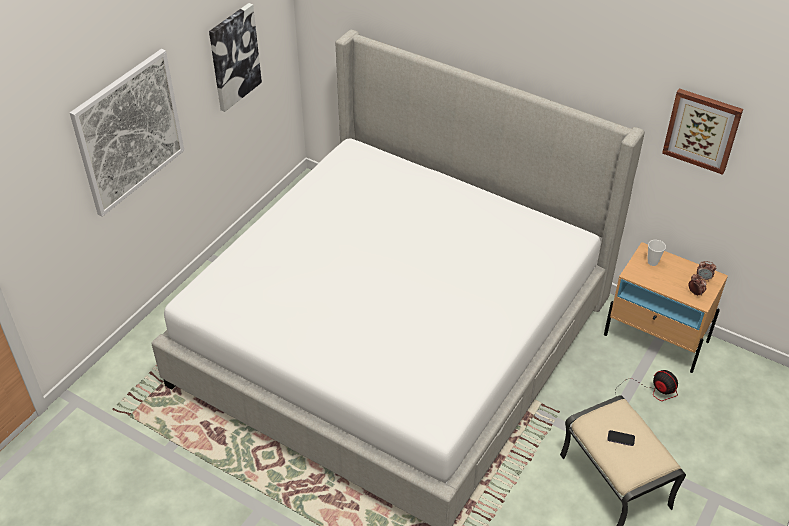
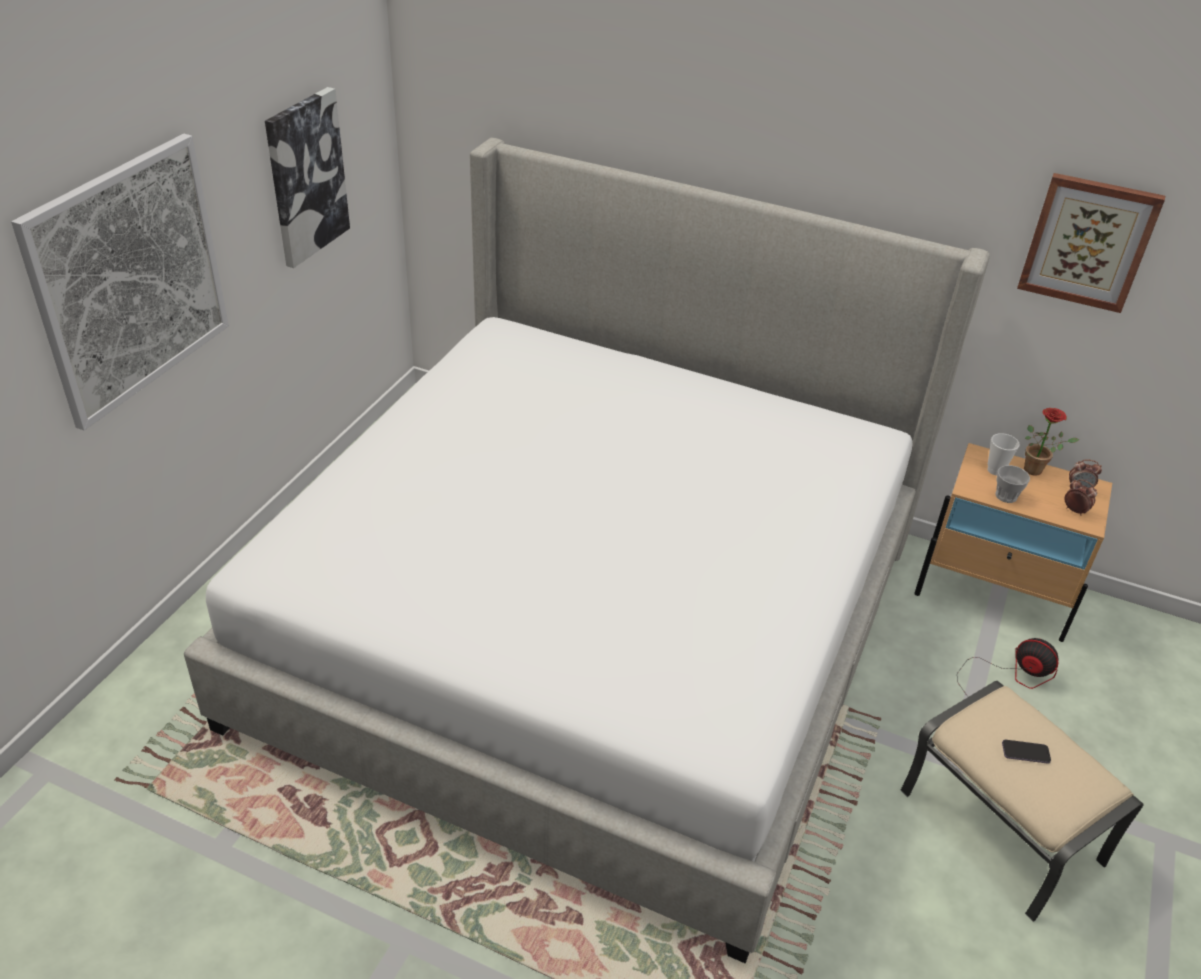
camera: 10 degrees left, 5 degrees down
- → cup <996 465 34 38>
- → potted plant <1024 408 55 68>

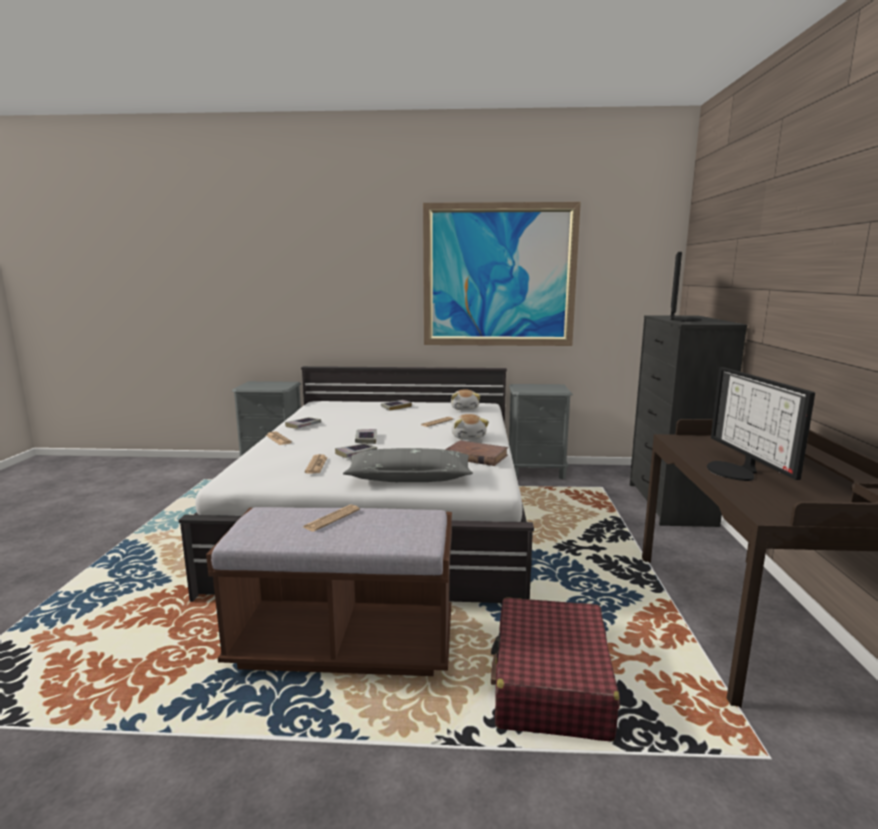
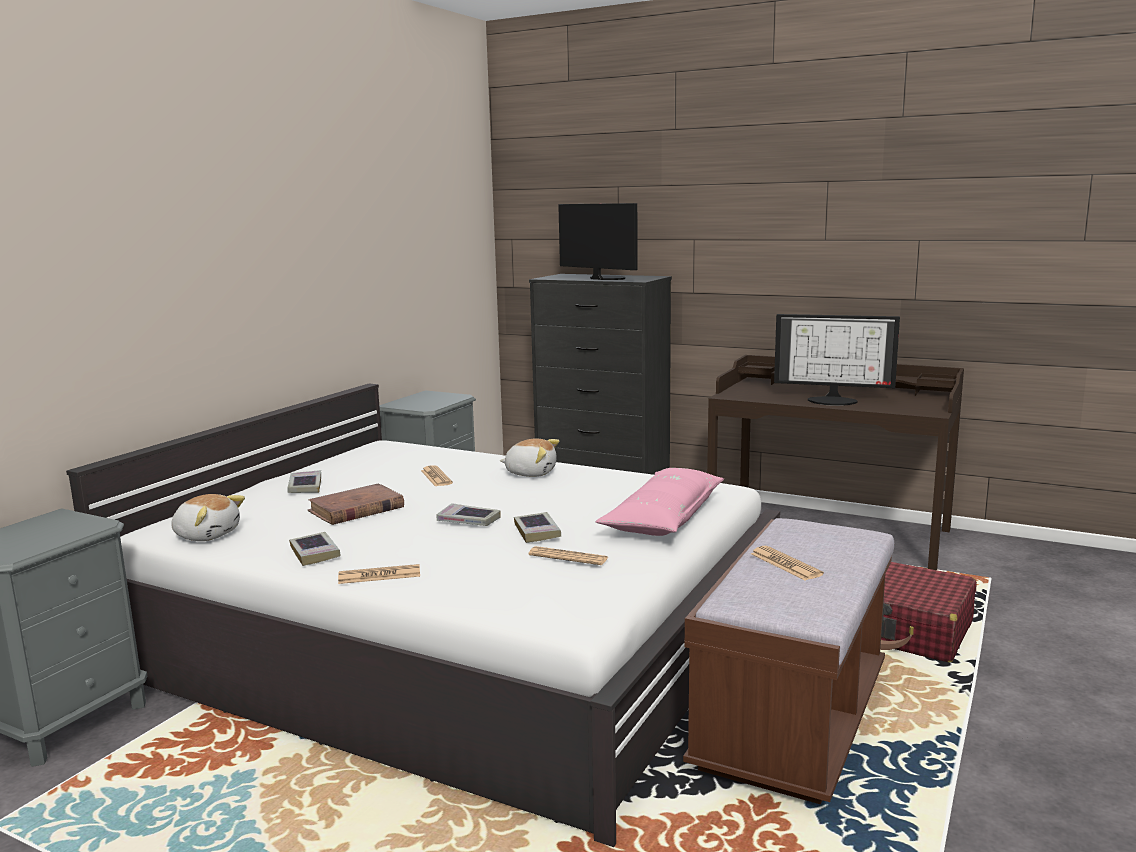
camera: 65 degrees left, 0 degrees up
plush toy <451 389 29 21> → plush toy <171 494 74 47>, shifted
brown book <445 440 63 26> → brown book <308 483 96 42>, shifted
grey pillow <343 448 130 34> → pink pillow <595 468 129 68>
picture <423 202 158 144> → -

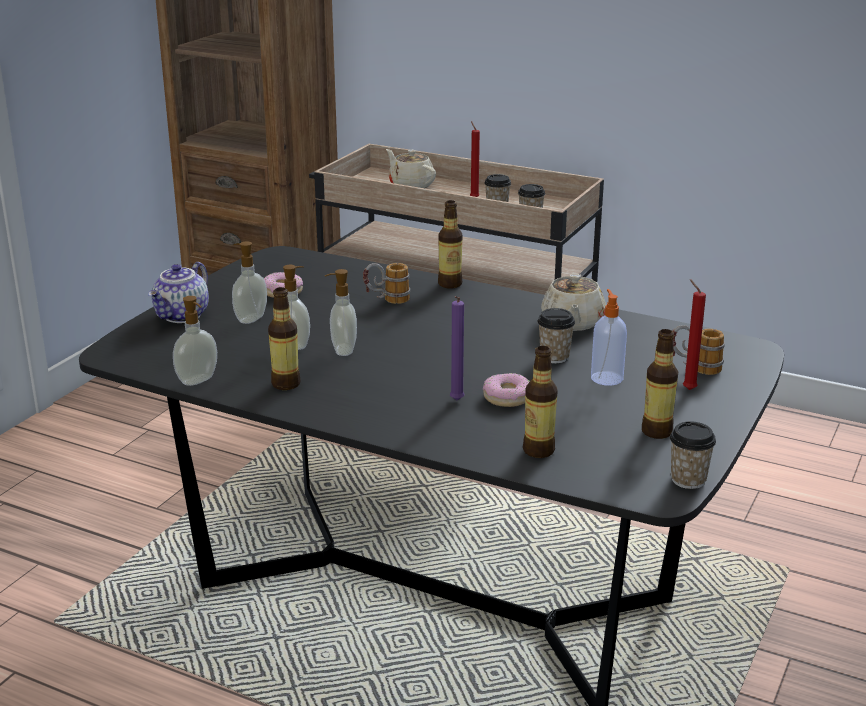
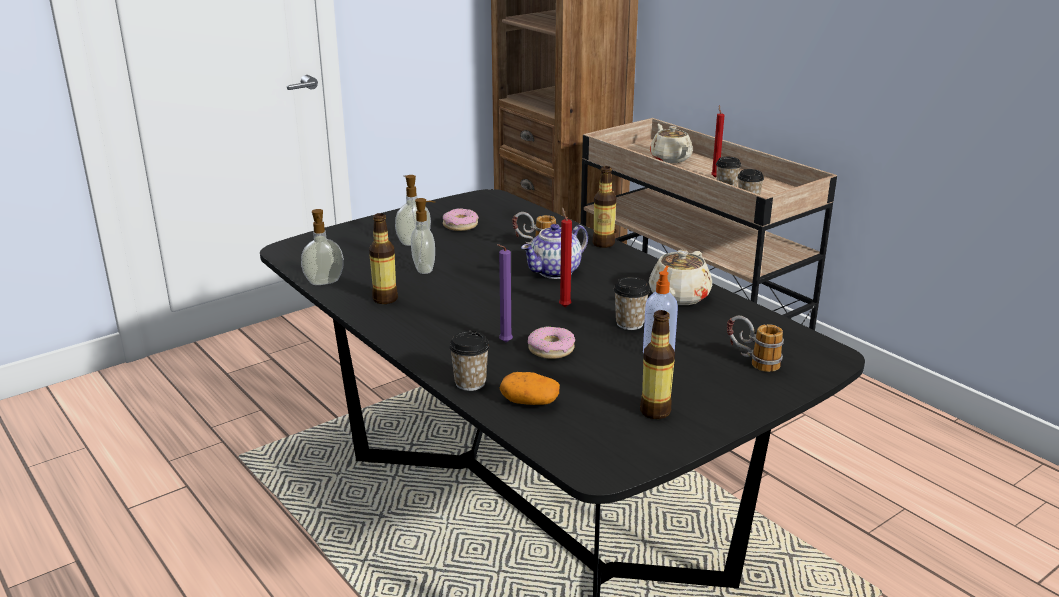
camera: 25 degrees right, 0 degrees up
cup <670 421 46 68> → cup <449 331 41 60>, shifted
bottle <523 346 35 112> → potato <499 372 61 33>
teapot <148 262 61 61> → teapot <521 224 67 55>, shifted
red candle <683 279 23 111> → red candle <559 207 13 100>, shifted
soap dispenser <325 269 32 87> → -

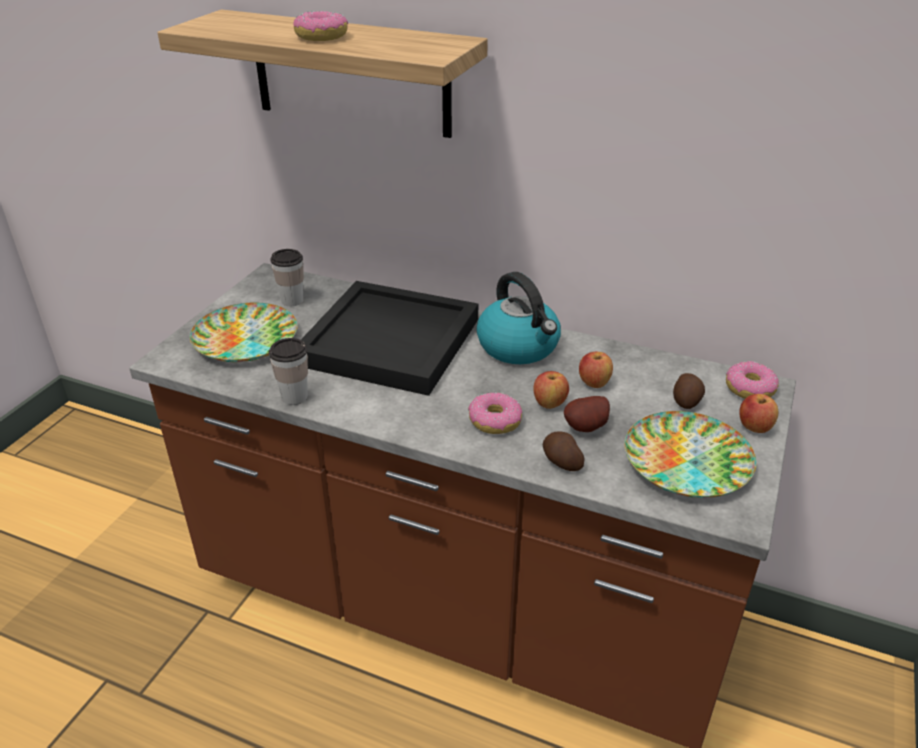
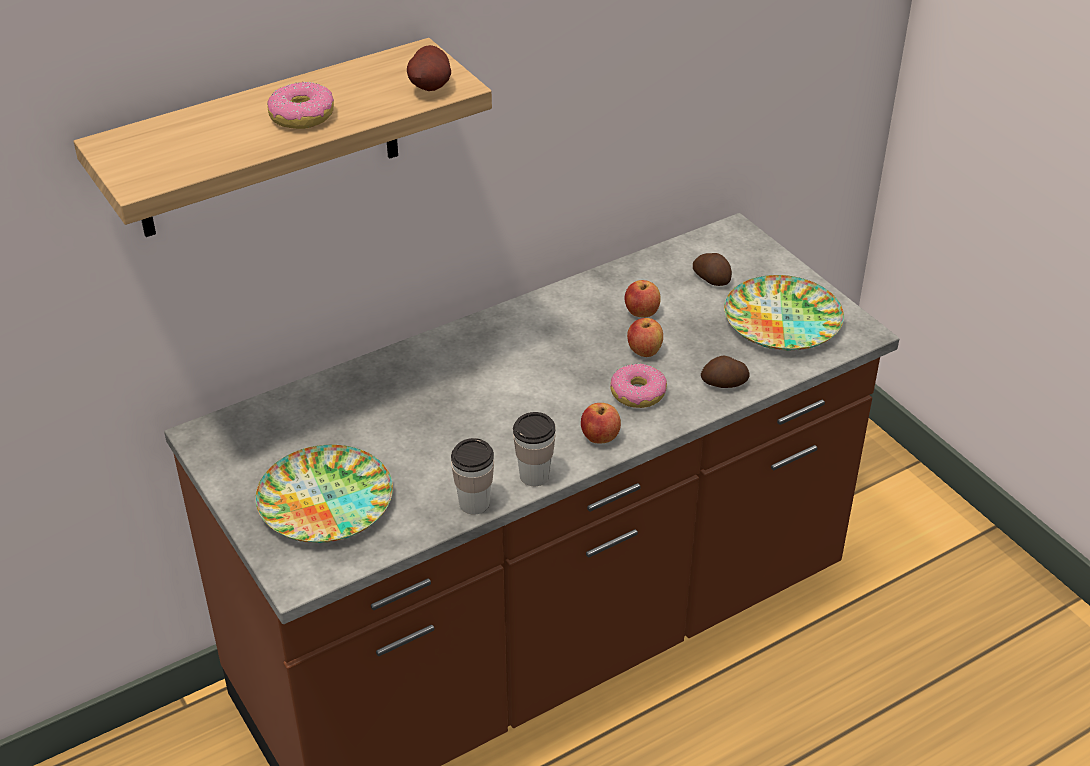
camera: 55 degrees left, 5 degrees up
potato <564 396 46 36> → potato <407 45 44 46>, shifted
cup <270 249 34 57> → cup <513 412 43 74>, shifted
apple <739 394 39 39> → apple <581 403 40 41>, shifted
black tray <301 281 177 115> → -
kettle <477 272 84 92> → -
donut <726 361 53 38> → -

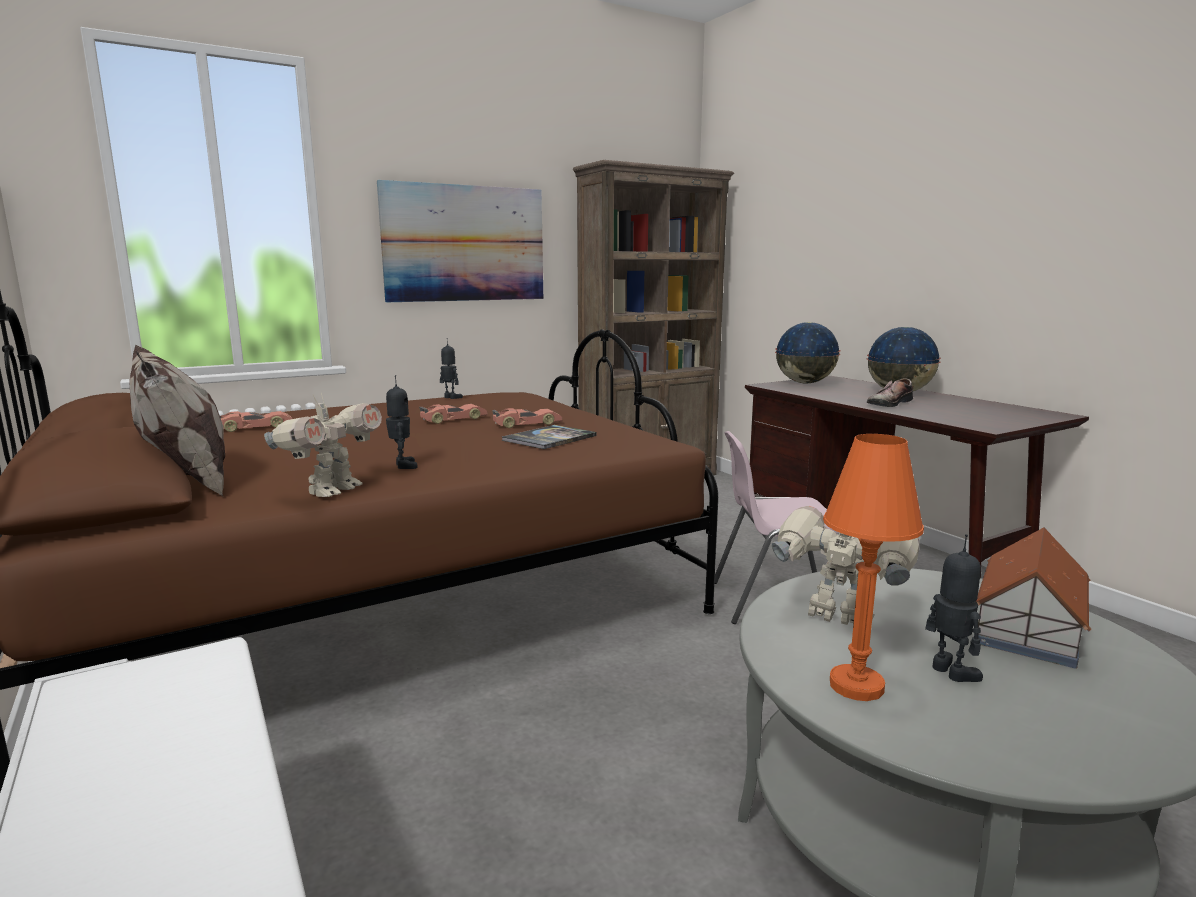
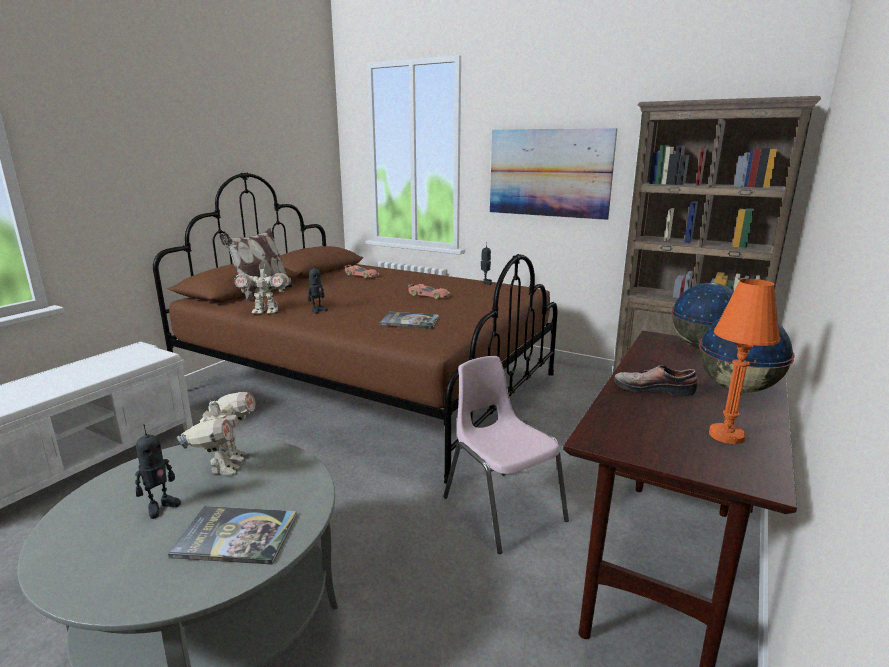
camera: 60 degrees right, 5 degrees up
toy house <976 527 116 142> → book <168 506 129 59>
orange table lamp <823 434 101 267> → orange table lamp <709 279 71 165>, shifted
toy car <492 408 70 20> → -

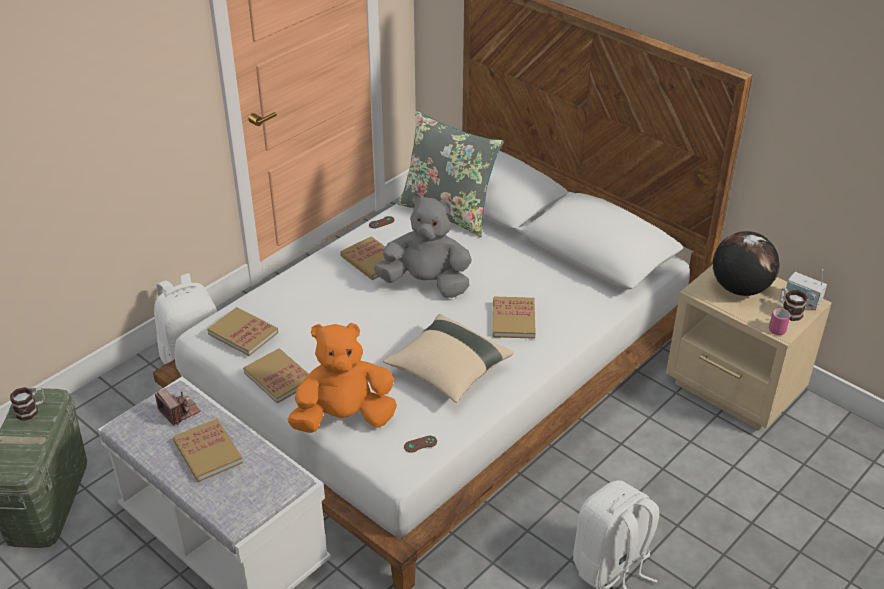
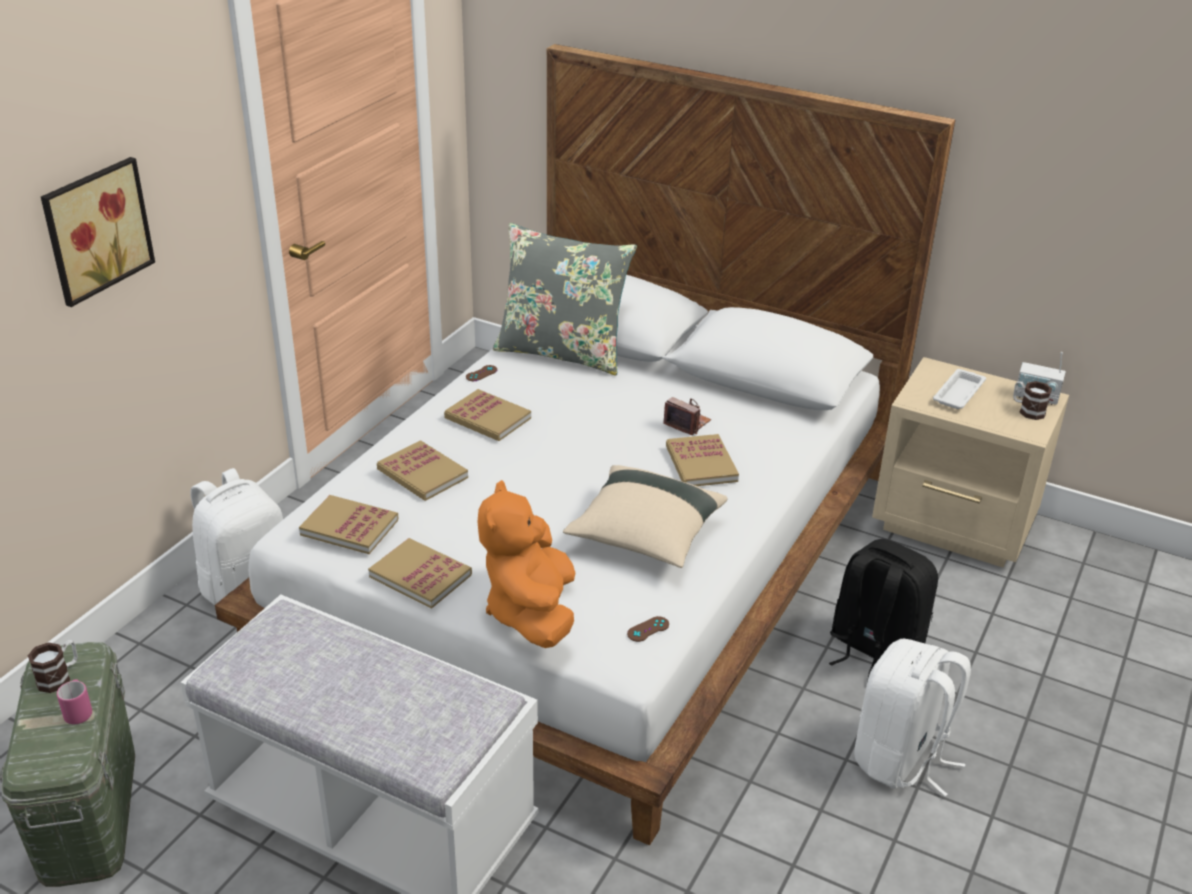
camera: 15 degrees left, 5 degrees down
- → picture <41 157 114 150>
pink mug <769 308 21 27> → pink mug <57 679 35 45>, shifted
book <173 419 70 63> → book <377 440 91 61>, shifted
orange plush toy <288 323 109 110> → orange plush toy <478 480 97 168>, 60 degrees counterclockwise
photo camera <155 388 46 37> → photo camera <663 397 48 38>, shifted
- → black backpack <829 539 109 142>
globe <713 231 67 65> → white tray <933 369 53 40>
grey plush toy <374 193 98 105> → -

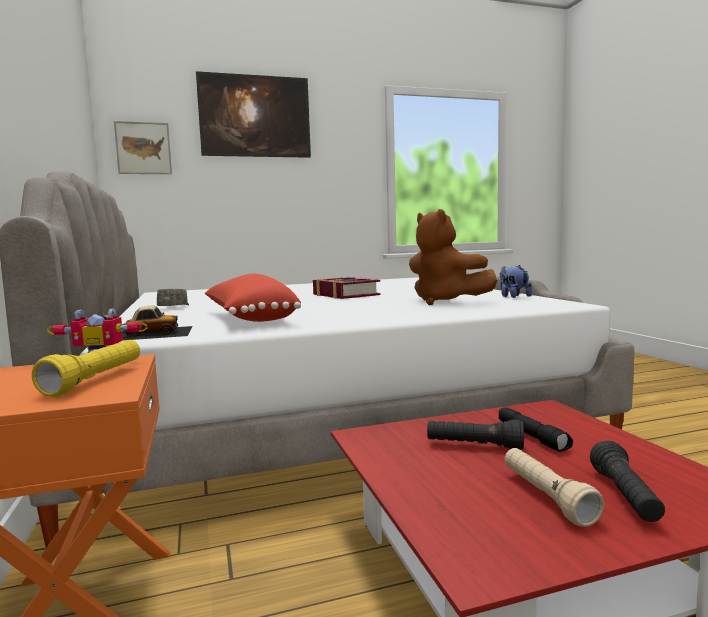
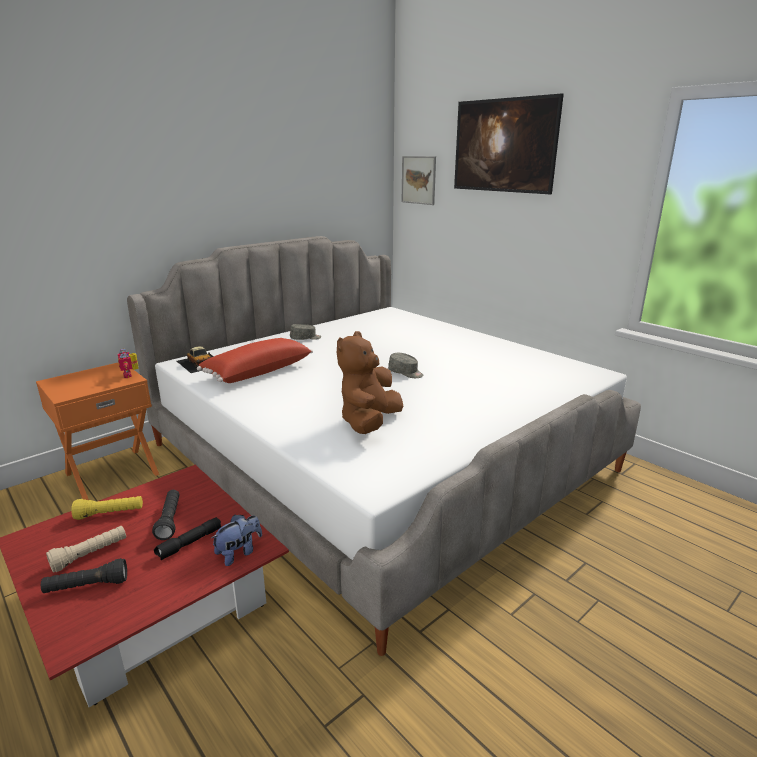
camera: 65 degrees right, 15 degrees up
yellow flashlight <32 340 108 57> → yellow flashlight <71 496 72 24>, shifted
plush toy <500 265 32 33> → plush toy <210 515 52 51>, shifted
book <313 277 68 22> → grey cap <388 353 35 25>

